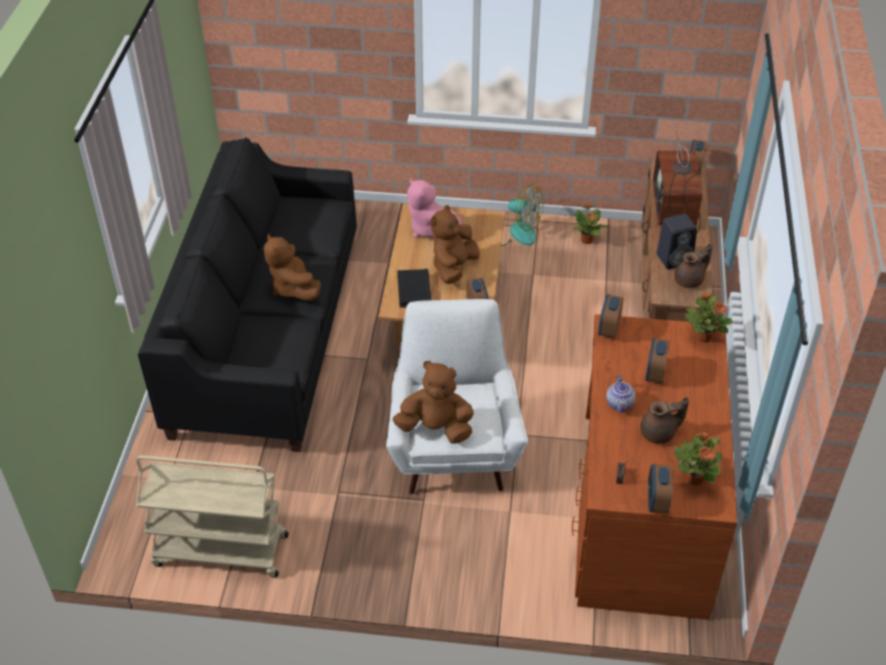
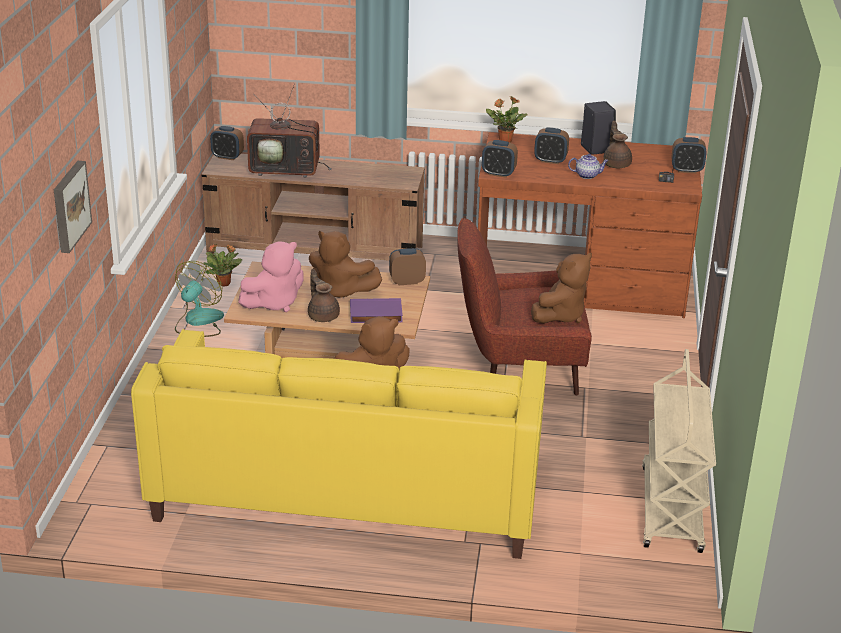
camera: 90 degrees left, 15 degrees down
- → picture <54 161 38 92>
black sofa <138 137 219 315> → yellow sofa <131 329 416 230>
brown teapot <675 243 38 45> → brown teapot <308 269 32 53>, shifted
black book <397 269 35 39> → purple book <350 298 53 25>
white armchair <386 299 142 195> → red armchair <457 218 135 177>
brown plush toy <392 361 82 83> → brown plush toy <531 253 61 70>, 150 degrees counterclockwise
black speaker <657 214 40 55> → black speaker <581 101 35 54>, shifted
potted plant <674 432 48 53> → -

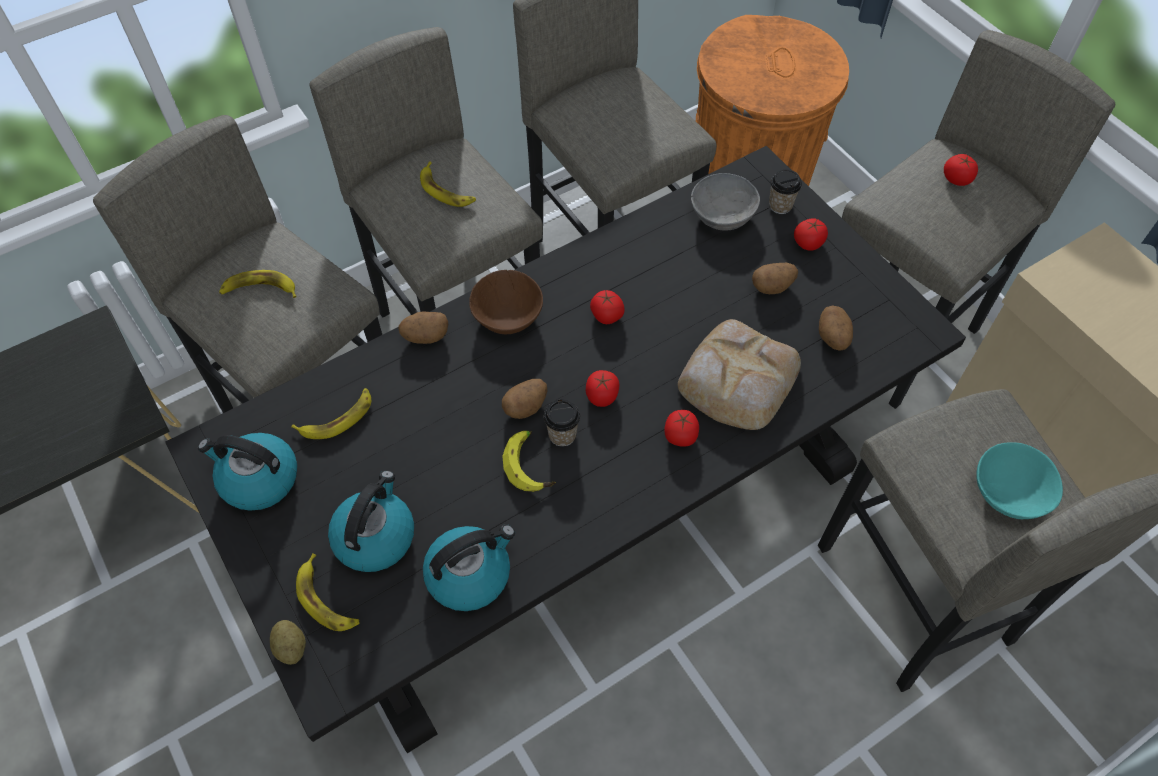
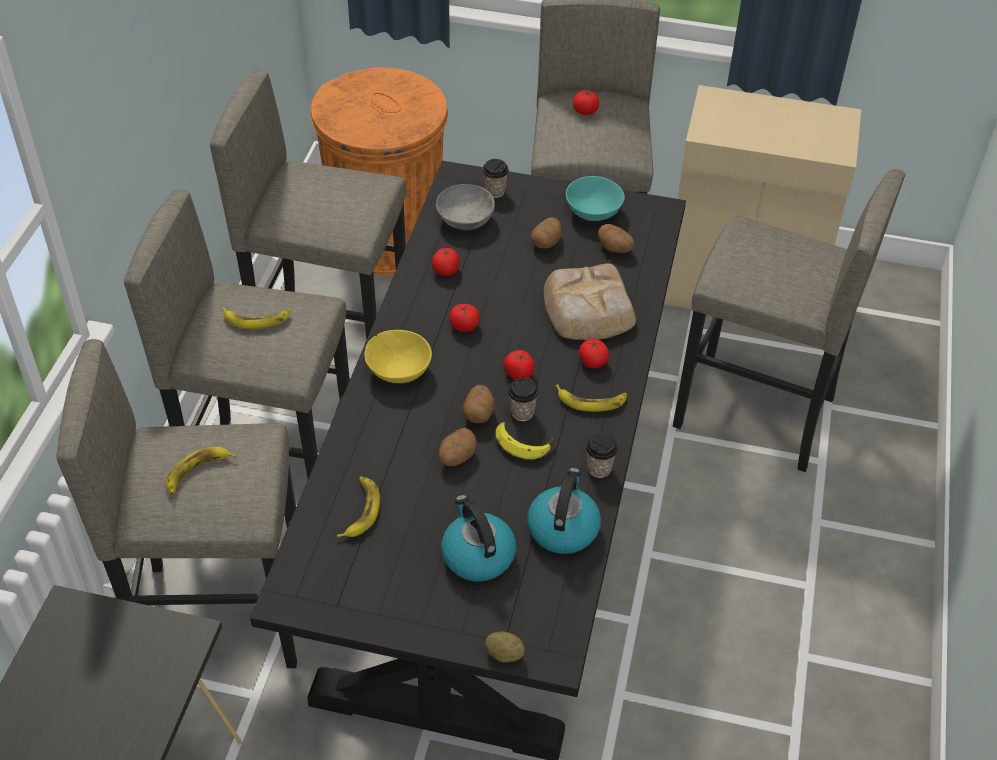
camera: 45 degrees left, 10 degrees down
brown bowl <469 270 74 64> → yellow bowl <365 330 67 53>
tomato <794 218 34 33> → tomato <432 248 28 28>, shifted
potato <398 311 50 33> → potato <438 428 39 38>, shifted
banana <296 553 64 78> → banana <556 385 71 27>, shifted
turquoise bowl <976 442 87 77> → turquoise bowl <566 176 59 45>, shifted
- → cup <586 433 32 45>
kettle <198 433 99 78> → -

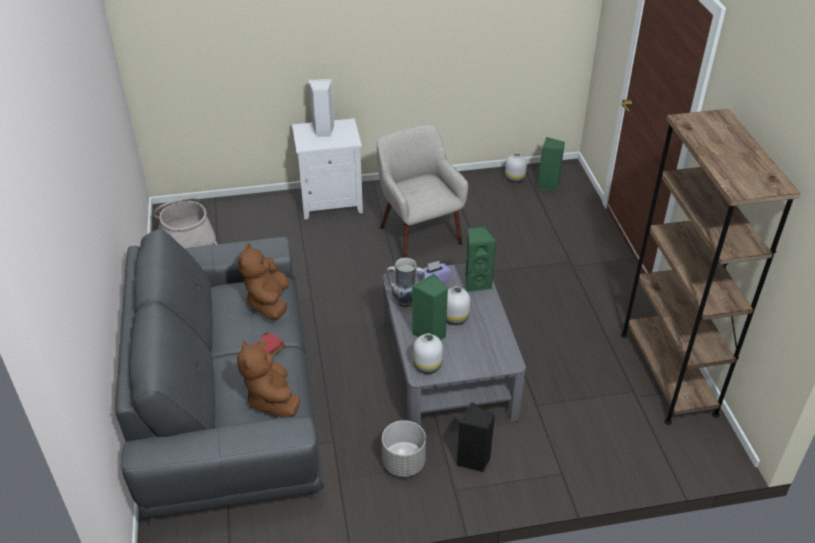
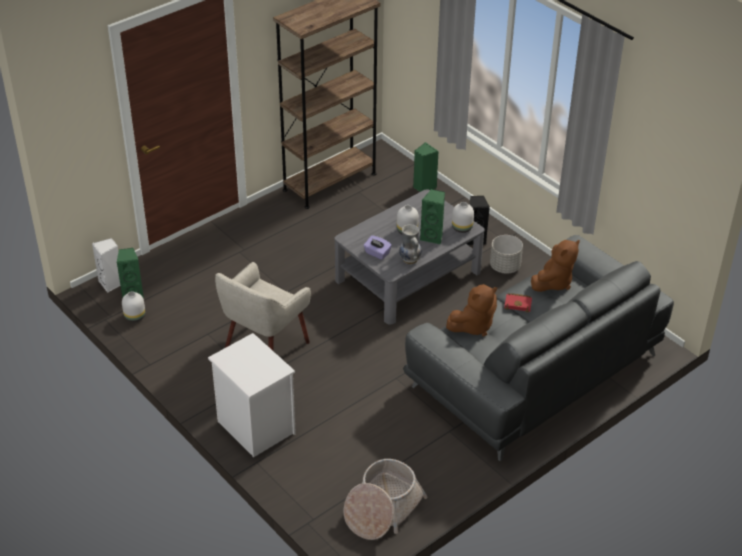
camera: 120 degrees left, 0 degrees up
white speaker <309 79 26 59> → white speaker <92 238 28 55>, shifted
green speaker <465 226 31 66> → green speaker <413 142 26 50>, shifted

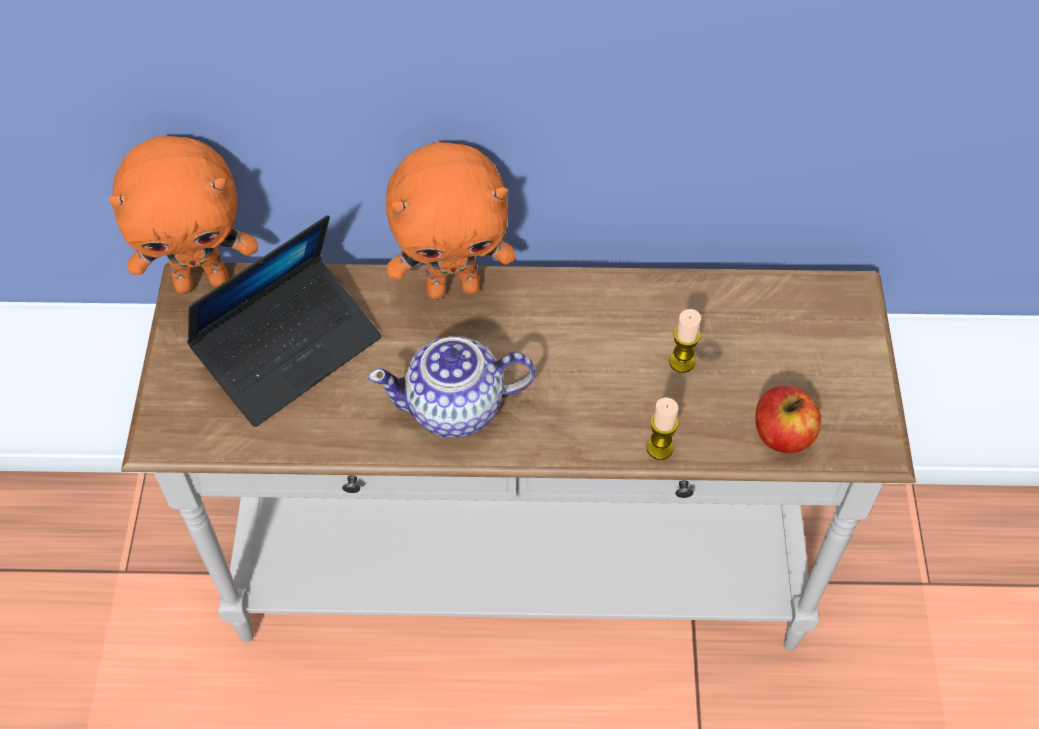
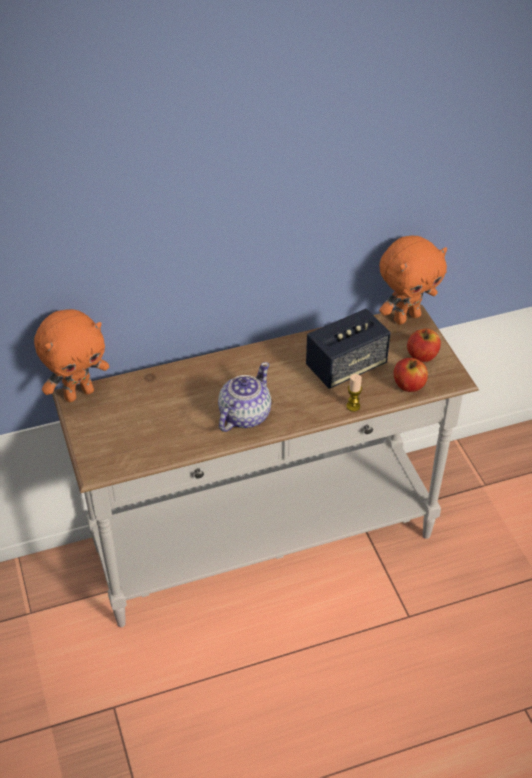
camera: 20 degrees left, 10 degrees down
teapot <368 336 168 101> → teapot <218 362 53 70>, 150 degrees clockwise
candle <669 309 32 64> → speaker <306 309 85 80>
orange plush toy <386 142 130 158> → orange plush toy <379 236 68 89>, shifted
- → apple <407 329 34 33>
laptop <187 215 194 212> → -

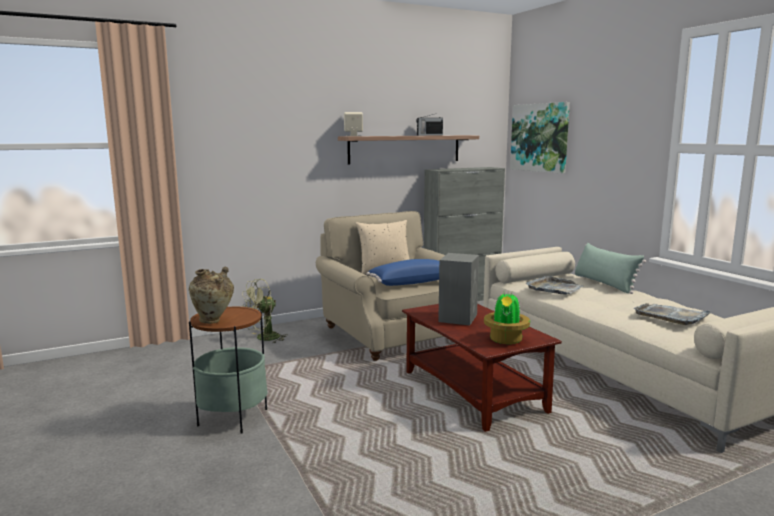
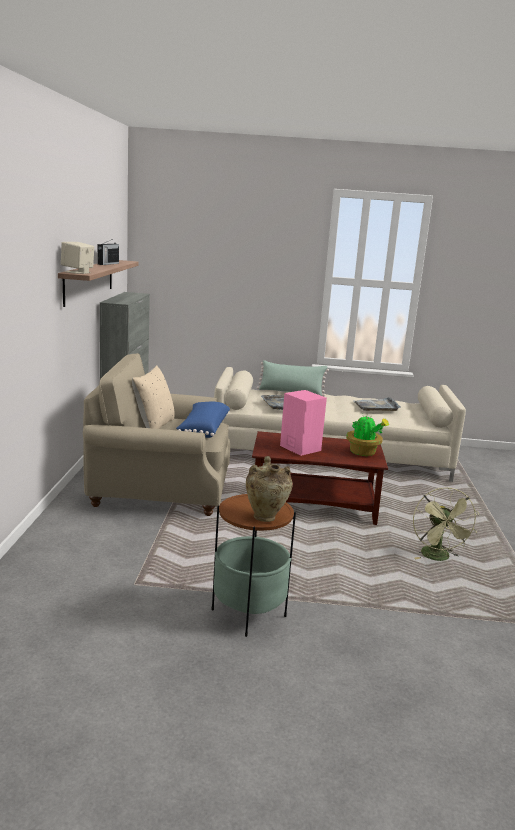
camera: 60 degrees left, 5 degrees up
grey speaker <438 253 41 73> → pink speaker <280 390 47 66>
green fan <242 279 46 65> → green fan <413 487 66 74>, shifted
picture <510 102 60 72> → -

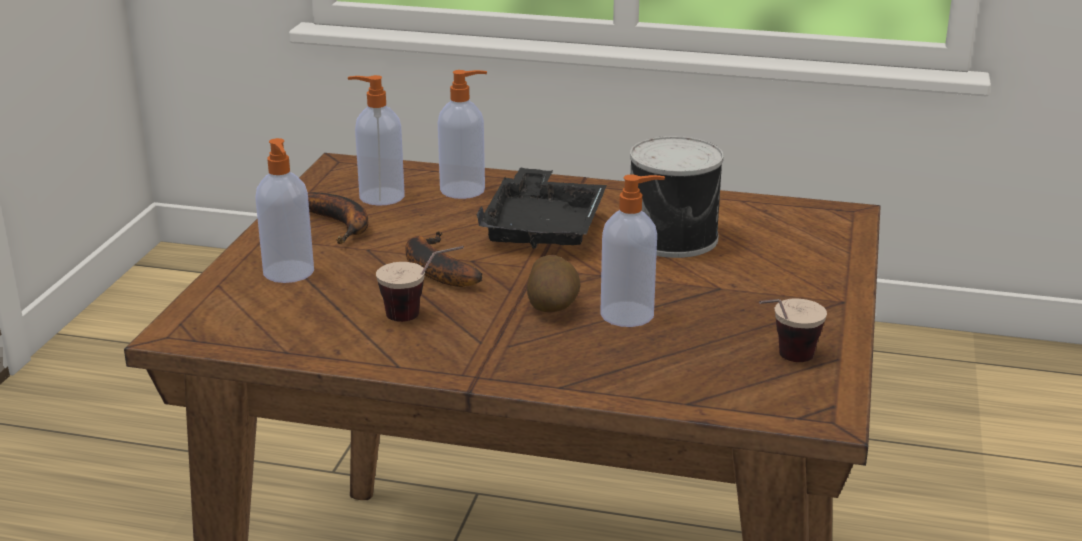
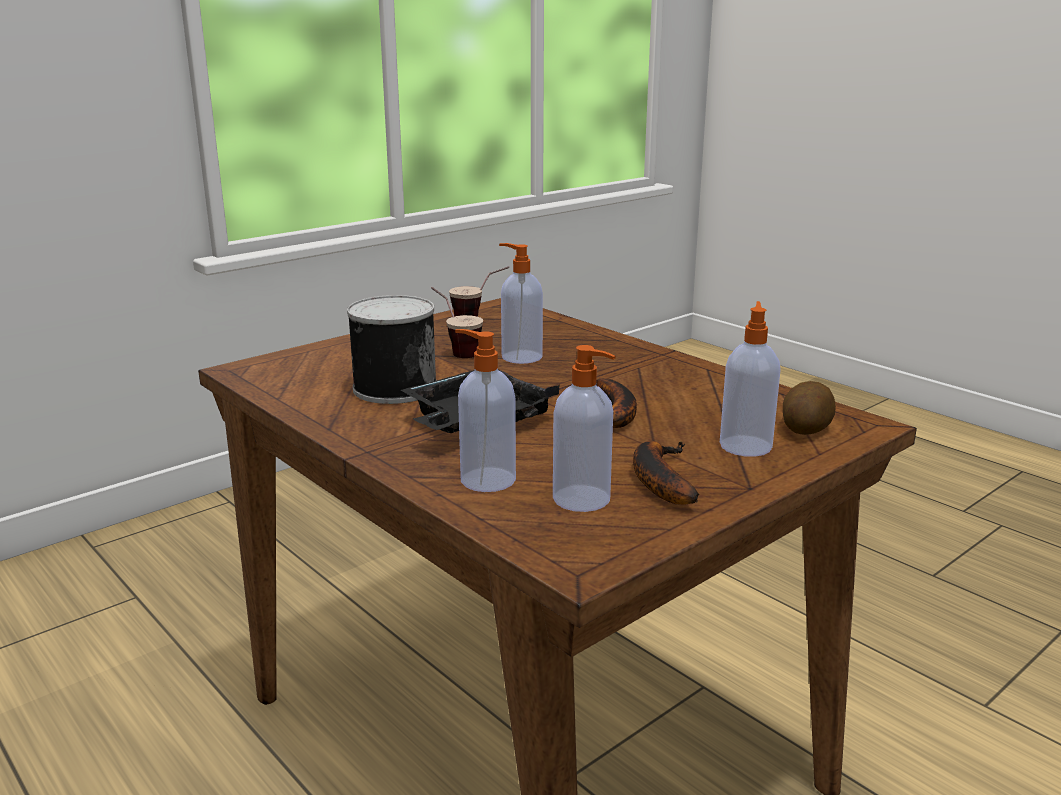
camera: 145 degrees left, 5 degrees down
cup <376 246 88 76> → cup <431 287 52 71>, shifted
potato <527 255 54 57> → potato <783 381 53 54>, shifted

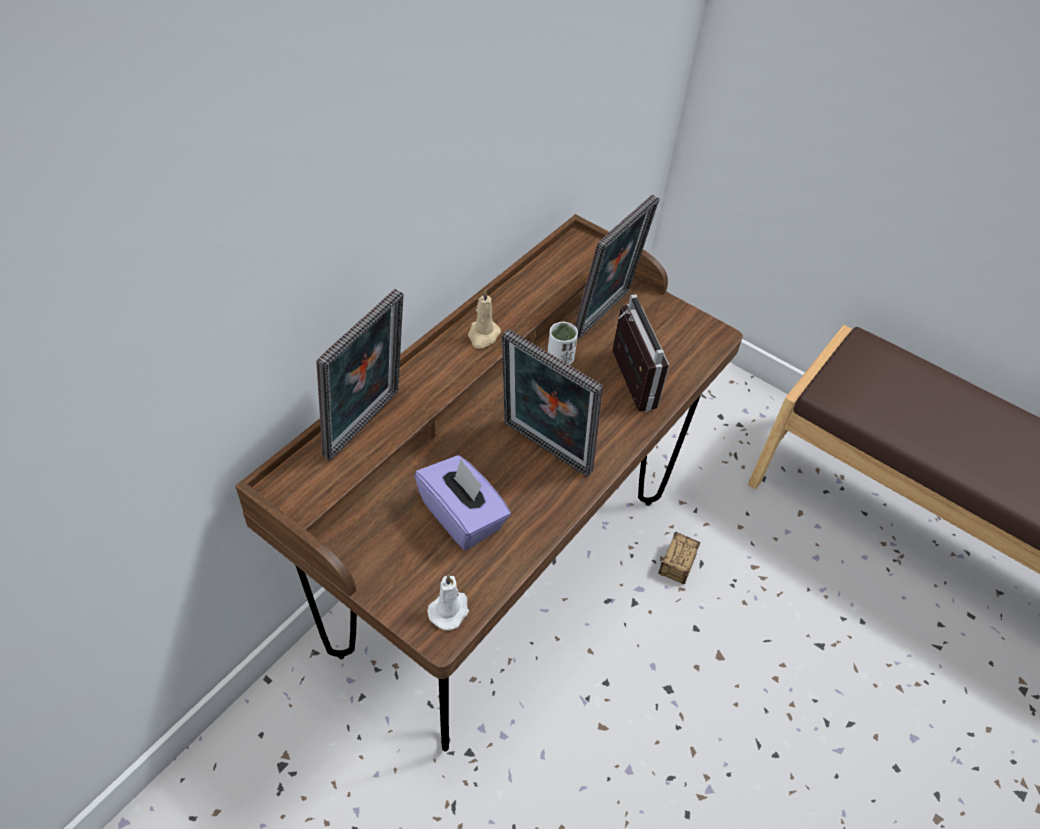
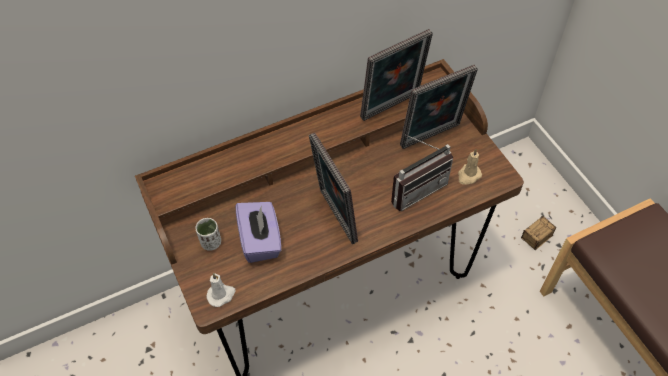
camera: 30 degrees right, 5 degrees up
white cup <548 322 30 43> → white cup <196 218 25 33>, shifted
picture frame <316 289 88 172> → picture frame <360 29 73 92>, shifted
radio <612 294 57 118> → radio <391 134 62 77>, 45 degrees clockwise
beige candle <468 289 33 60> → beige candle <458 149 24 36>, shifted
storage box <658 532 42 63> → storage box <521 216 35 34>, shifted

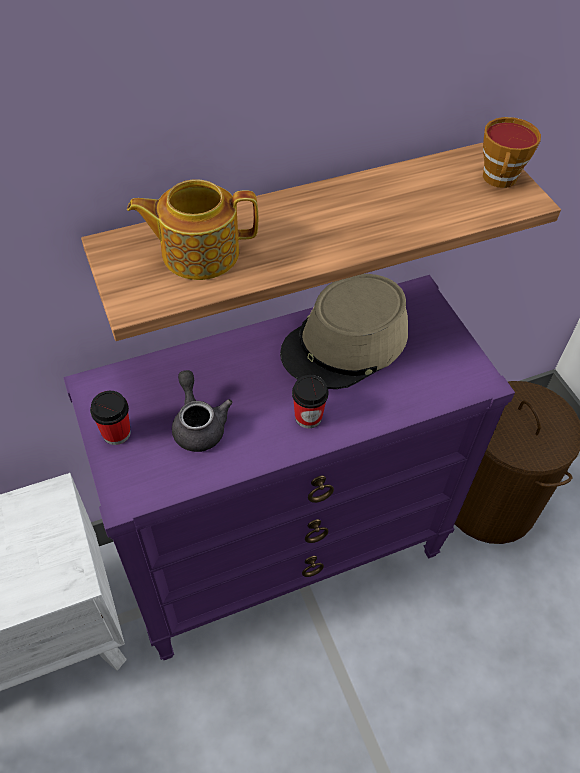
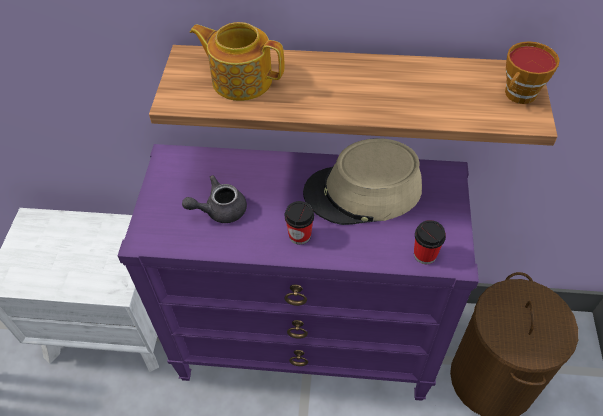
camera: 30 degrees right, 0 degrees up
grey teapot <172 370 61 82> → grey teapot <182 175 65 48>, 120 degrees counterclockwise
cup <90 391 41 54> → cup <414 220 32 44>, shifted

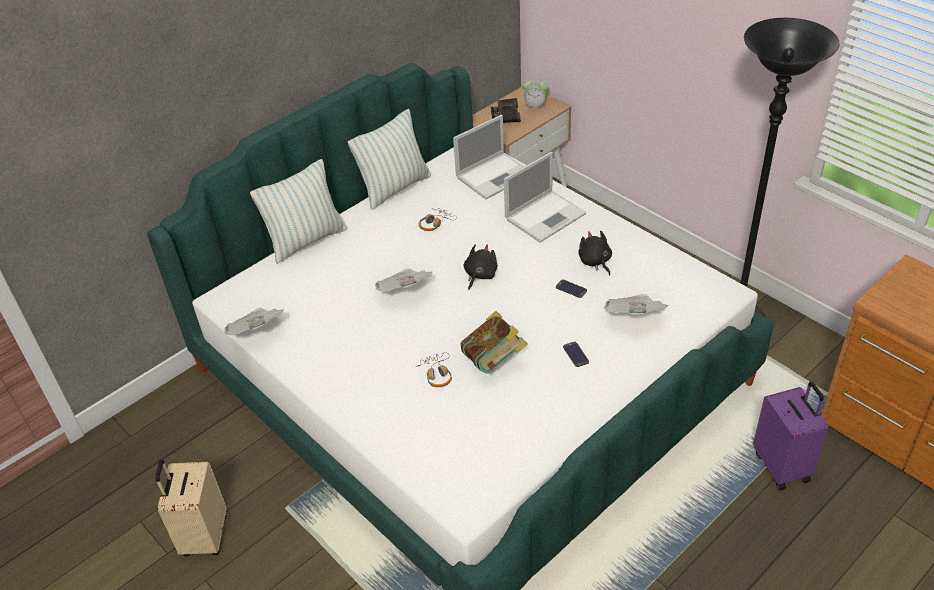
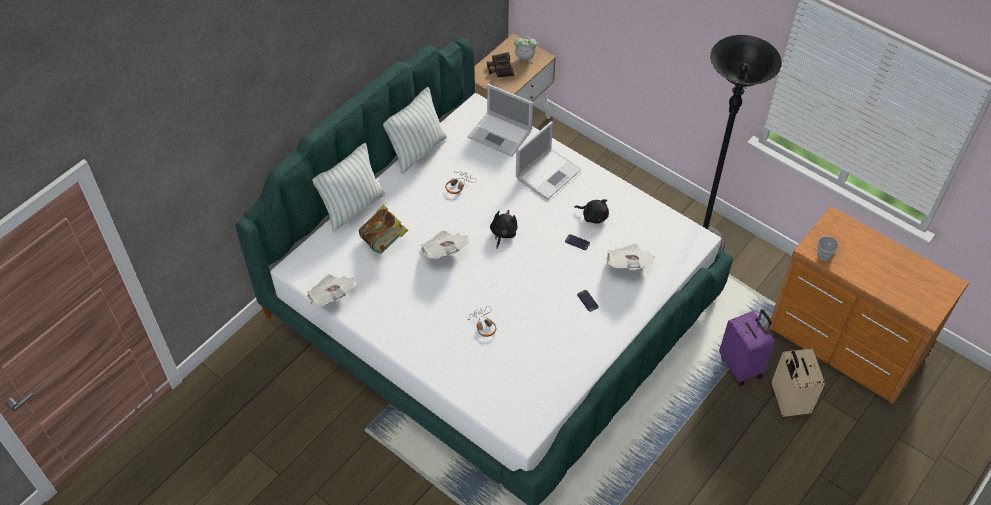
camera: 10 degrees left, 10 degrees up
book <460 311 68 63> → book <359 204 49 50>, shifted
laptop <453 114 71 85> → laptop <468 84 65 73>, 75 degrees clockwise
black plush toy <578 231 34 45> → black plush toy <574 199 35 24>, 150 degrees clockwise
beige suitcase <155 460 72 96> → beige suitcase <771 348 54 69>, shifted
- → cup <817 236 22 25>

